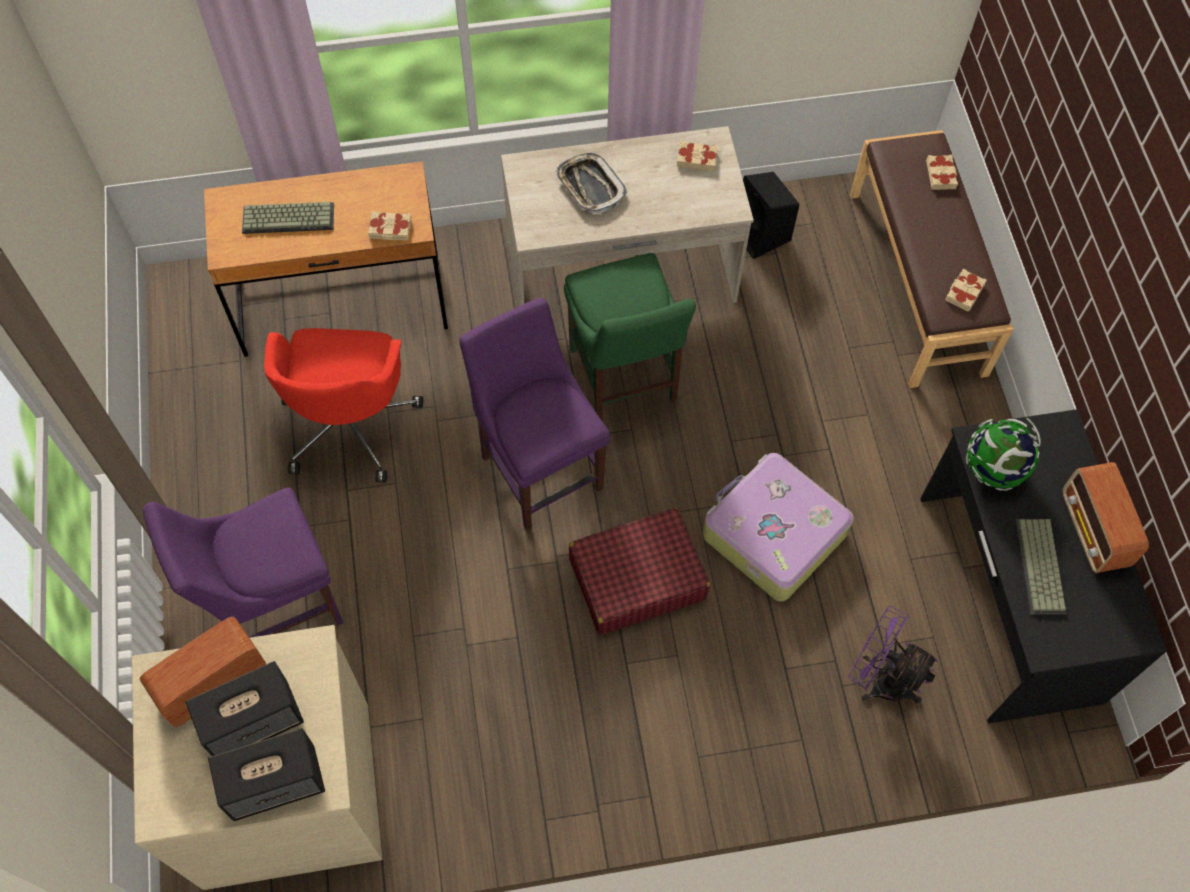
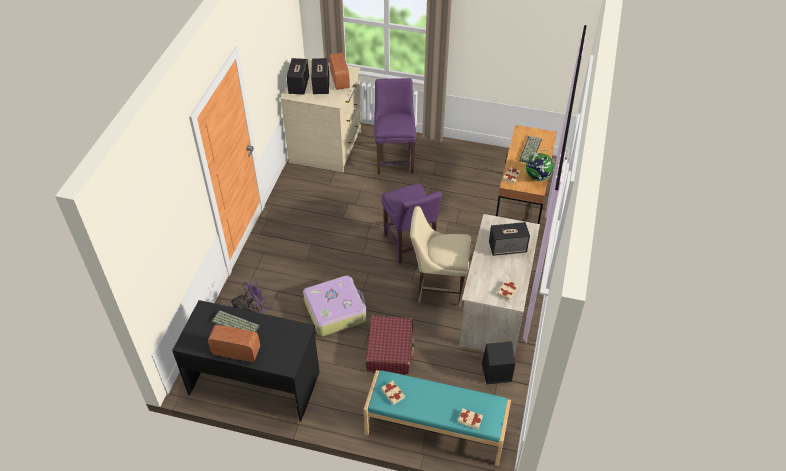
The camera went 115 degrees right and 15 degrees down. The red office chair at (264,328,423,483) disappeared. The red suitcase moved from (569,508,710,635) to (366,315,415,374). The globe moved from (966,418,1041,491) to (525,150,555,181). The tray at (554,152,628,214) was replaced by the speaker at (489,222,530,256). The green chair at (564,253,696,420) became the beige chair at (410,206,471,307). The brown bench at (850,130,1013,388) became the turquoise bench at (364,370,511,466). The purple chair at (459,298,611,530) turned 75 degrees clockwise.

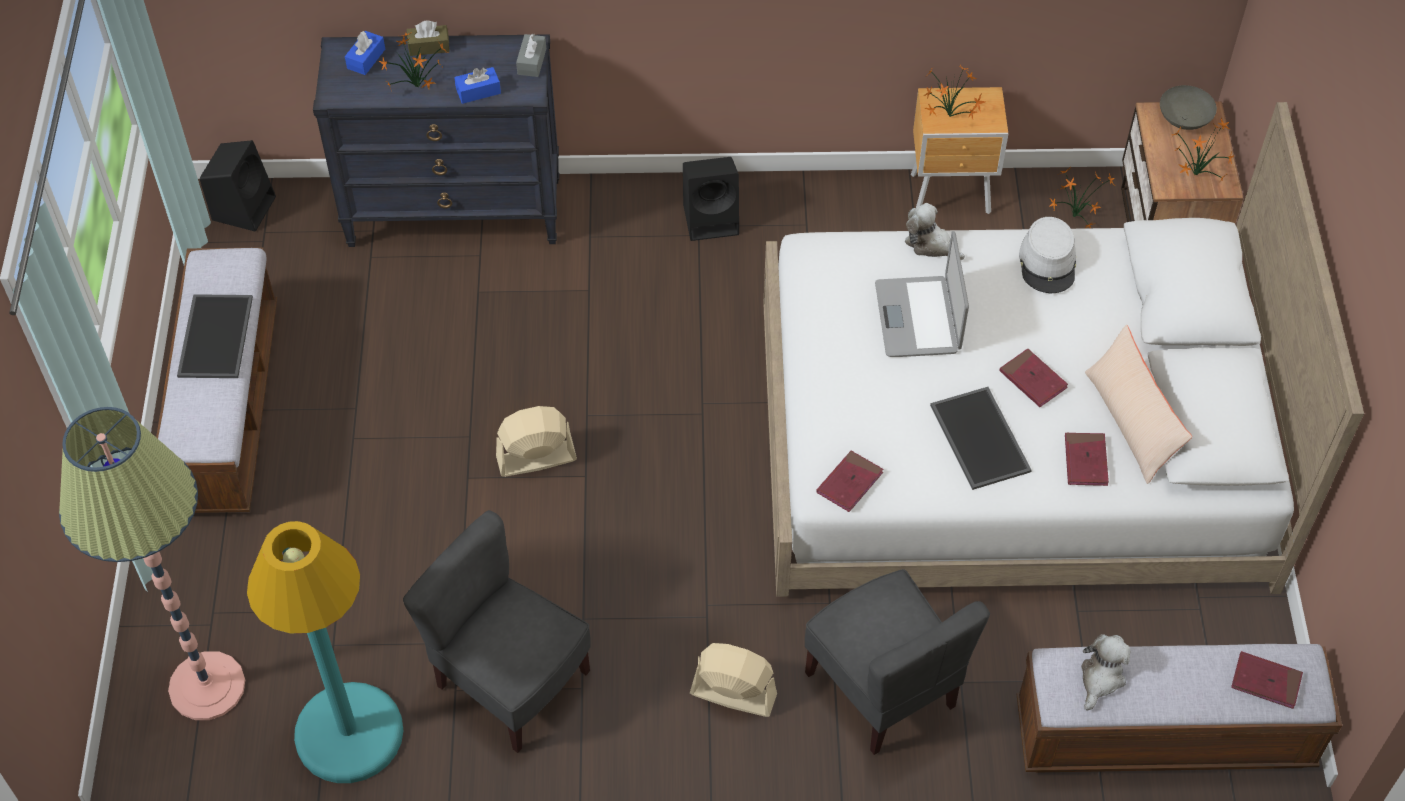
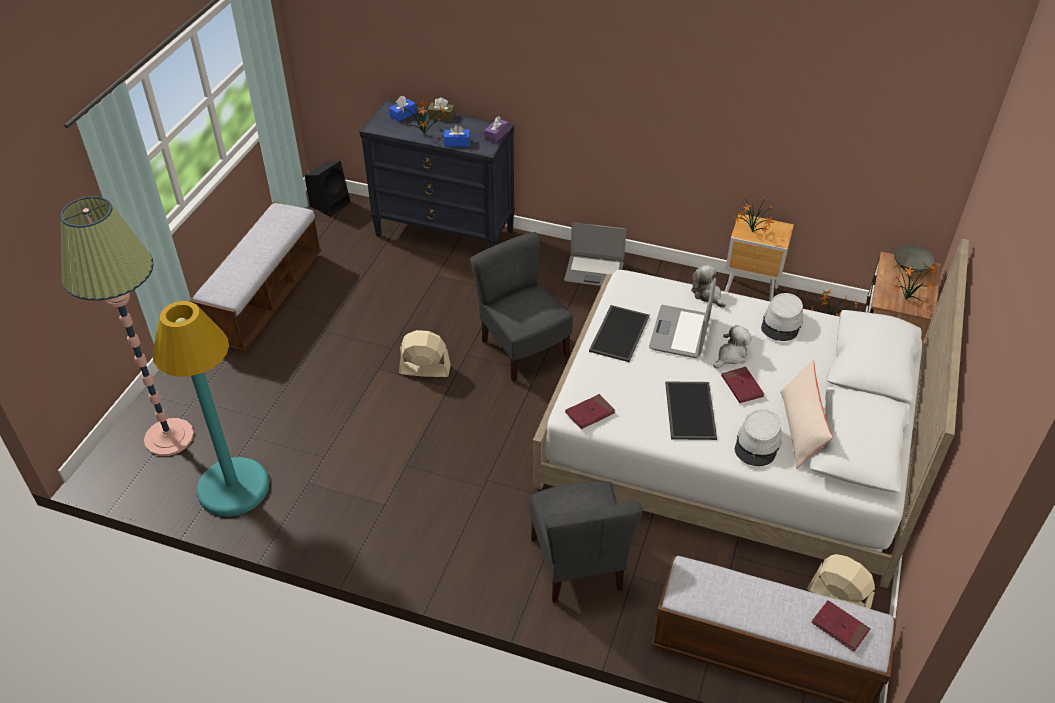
The camera went 20 degrees right and 10 degrees down. The tray moved from (177,294,253,378) to (589,305,650,362). The grey chair moved from (403,510,591,753) to (470,232,573,382). The beige fan moved from (690,643,777,717) to (807,554,875,609). The plush toy moved from (1081,634,1131,711) to (713,325,752,368). The black speaker at (683,157,739,241) was replaced by the laptop at (564,222,626,286). The red book at (1065,433,1109,486) was replaced by the grey hat at (735,409,781,466). The grey tissue box at (516,34,546,77) became the purple tissue box at (484,116,508,143).

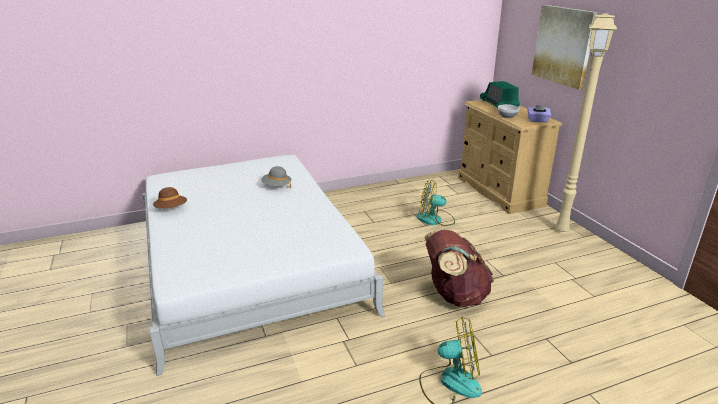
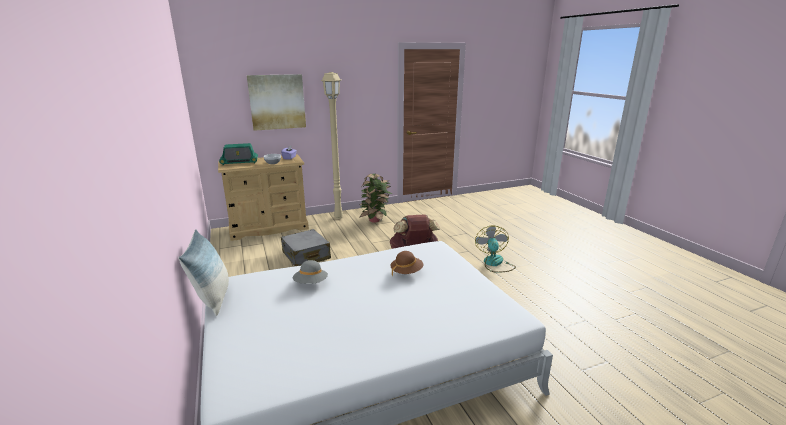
The camera went 90 degrees left and 5 degrees down. The pillow at (178,229,229,316) appeared. The potted plant at (359,174,392,222) appeared. The brown hat moved from (153,187,187,209) to (390,251,424,276). The fan at (417,180,455,226) was replaced by the grey suitcase at (281,229,331,266).

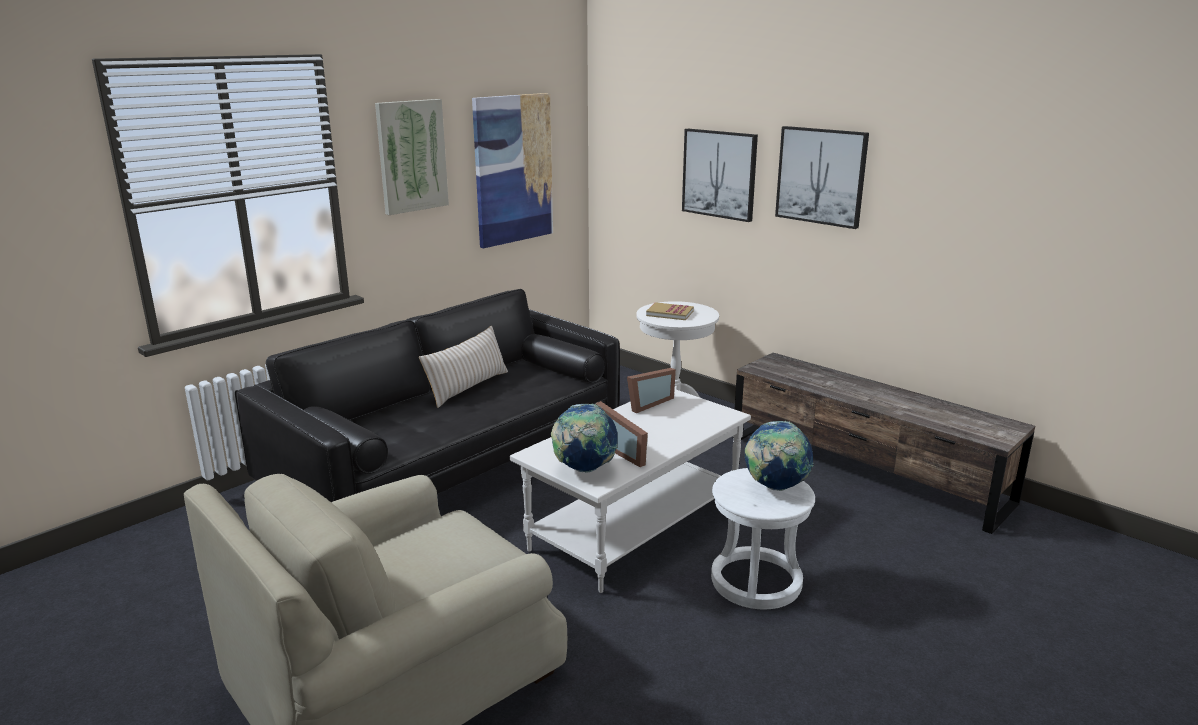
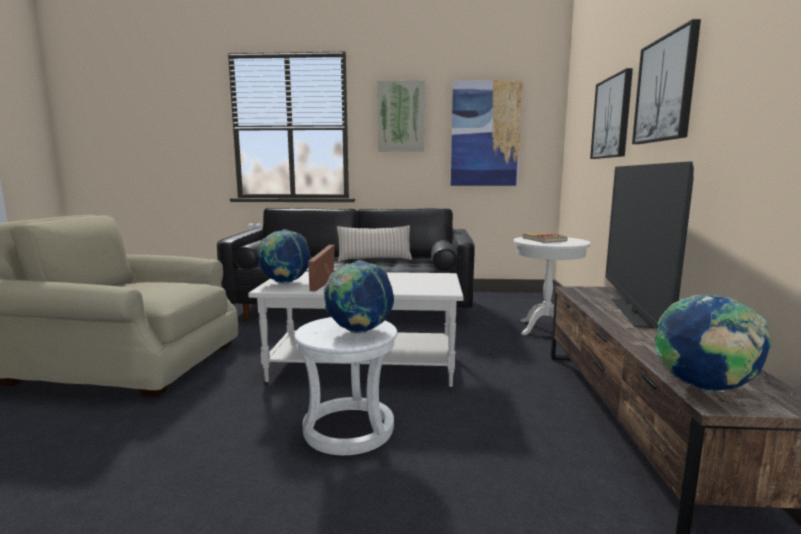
The camera went 50 degrees right and 10 degrees down. The picture frame at (627,368,676,413) disappeared. The television at (605,161,694,329) appeared. The globe at (654,294,772,392) appeared.

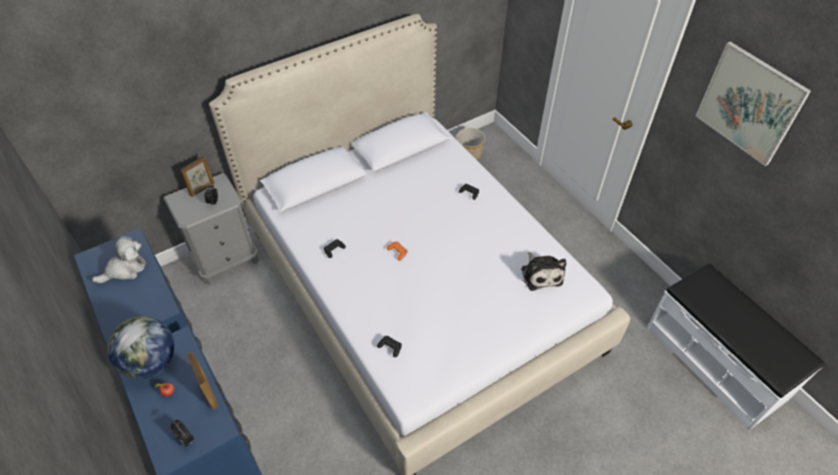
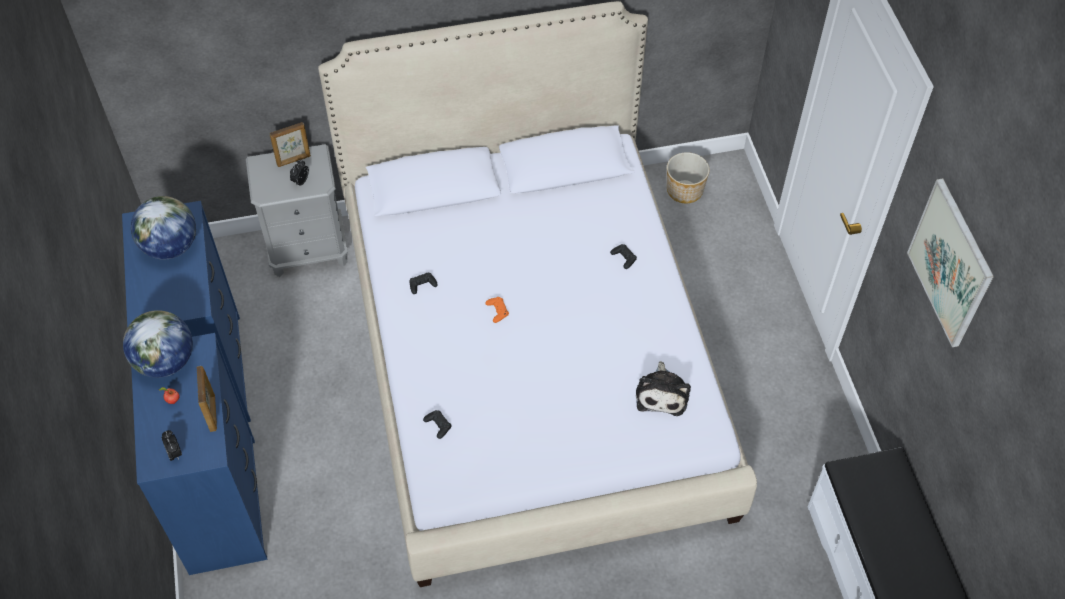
The camera went 20 degrees right and 5 degrees up. The plush toy at (92,236,147,283) was replaced by the globe at (131,196,196,259).

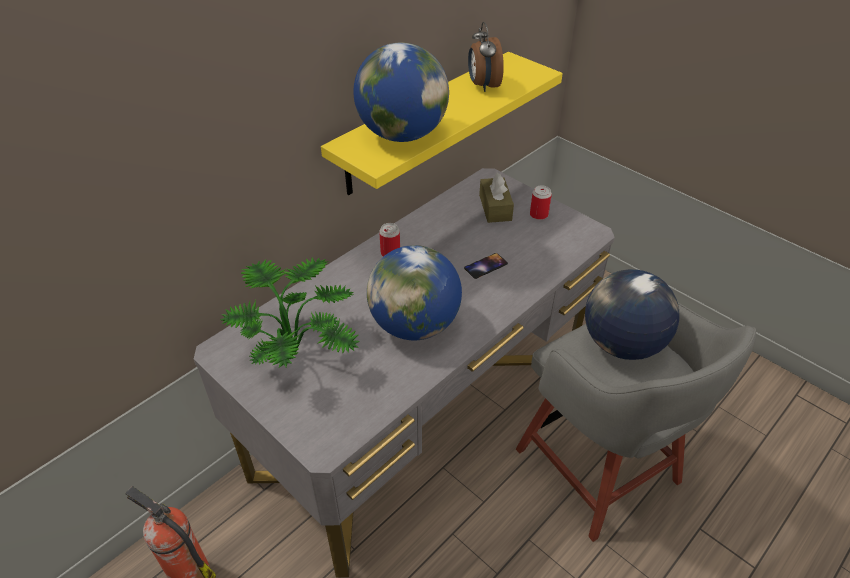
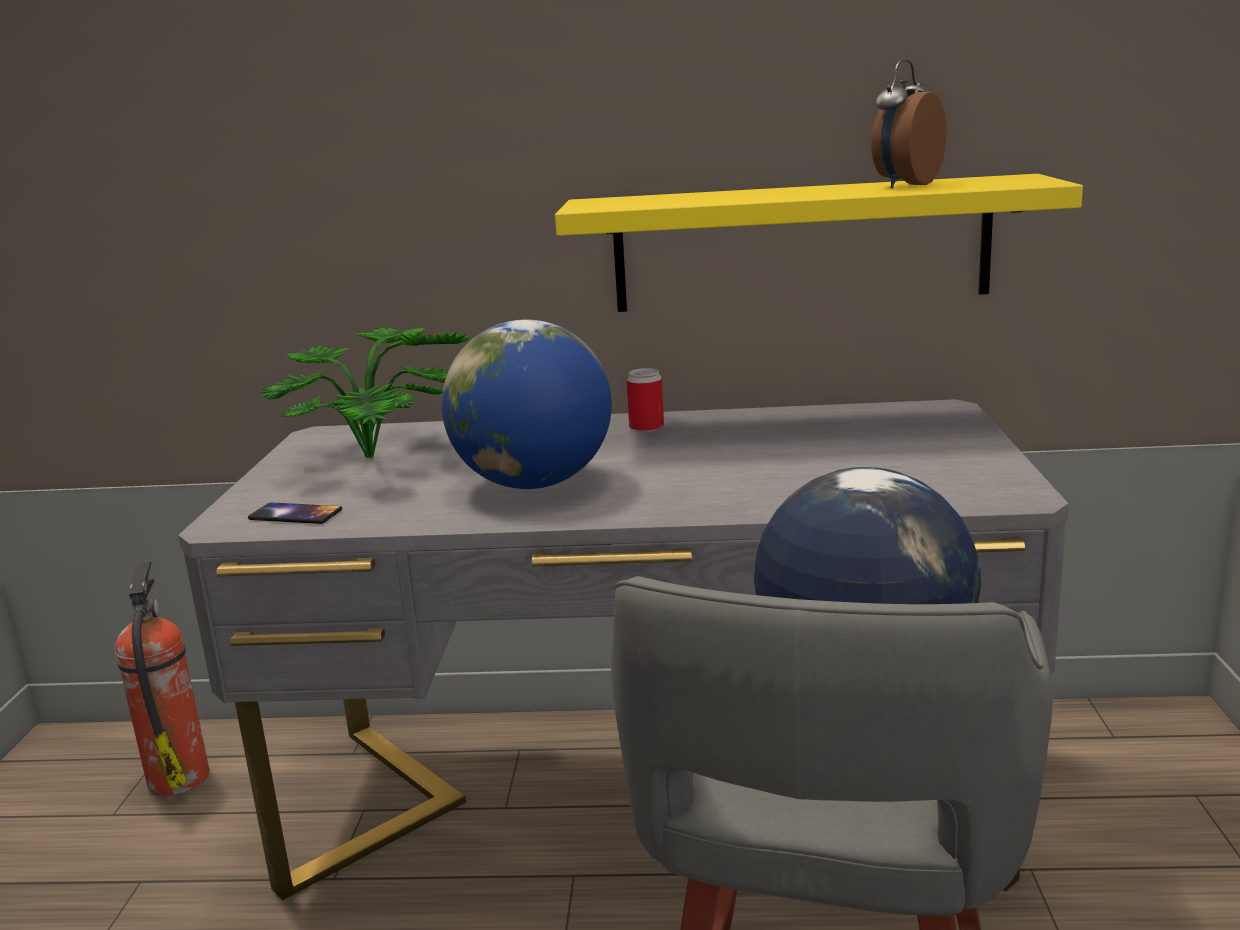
The camera went 50 degrees right and 25 degrees down. The globe at (353,42,449,142) disappeared. The brown tissue box at (479,173,514,223) disappeared. The can at (530,185,552,220) disappeared. The phone moved from (464,253,508,279) to (248,502,342,524).

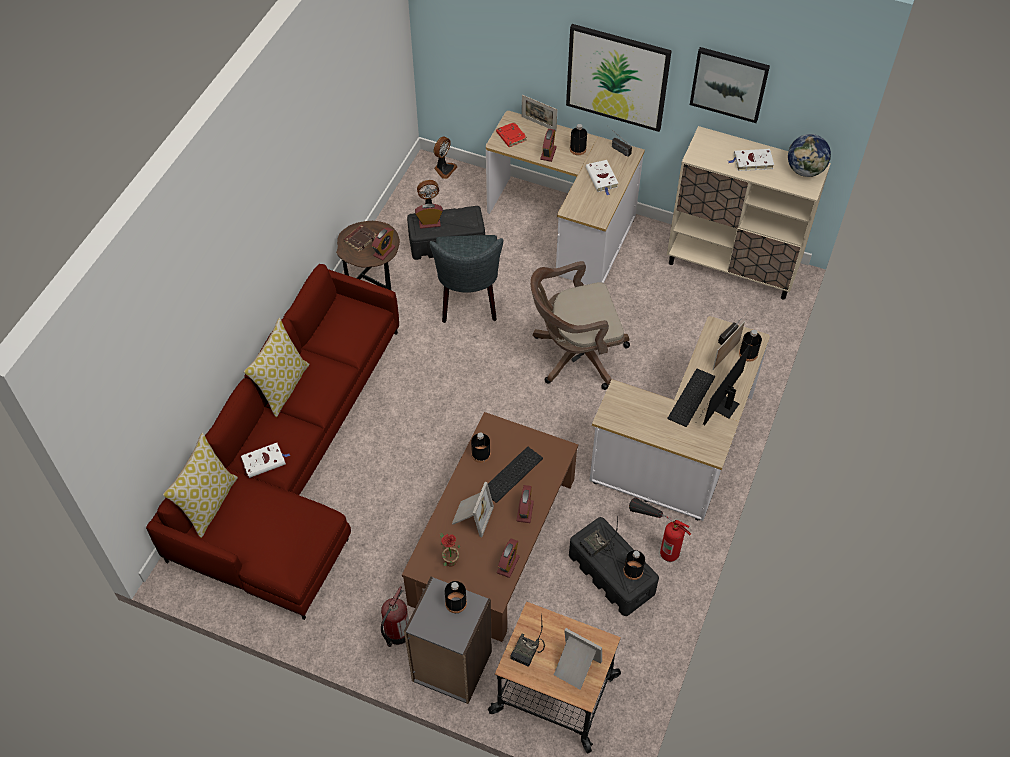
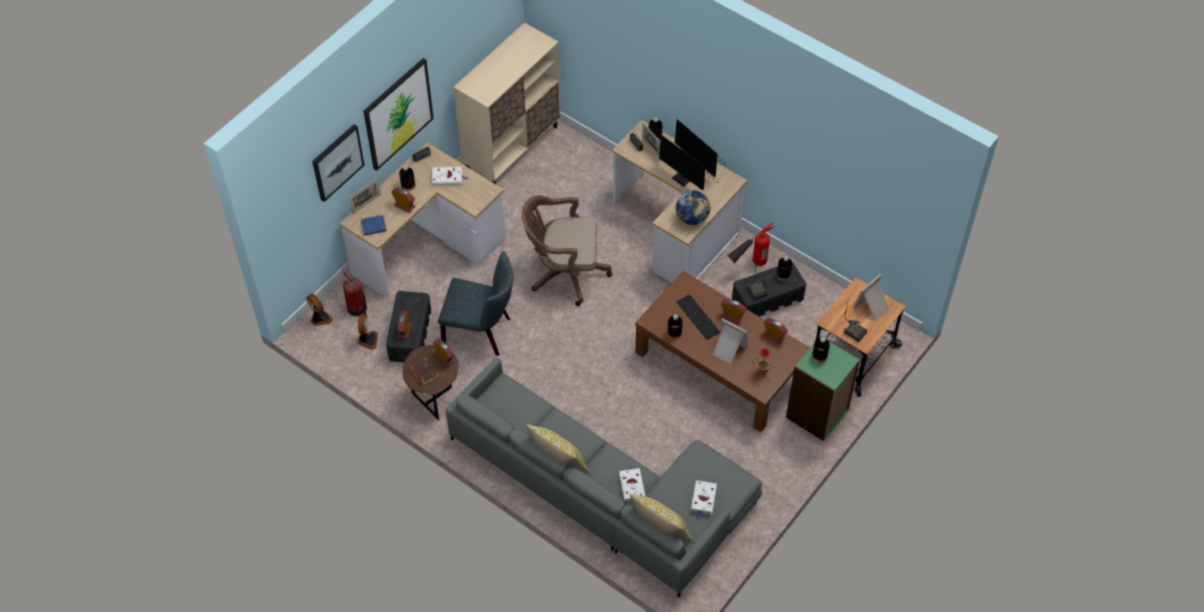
The camera went 75 degrees left and 0 degrees up. The fire extinguisher moved from (381,586,409,647) to (342,269,367,316). The picture moved from (690,47,770,123) to (312,124,365,202). The white book moved from (728,149,774,171) to (691,480,717,519). The globe moved from (788,134,831,177) to (676,190,710,225). The keyboard at (668,369,715,427) was replaced by the monitor at (659,135,719,190). The red sofa at (146,264,399,620) became the grey sofa at (446,358,762,597). The grey bookcase at (404,577,492,704) became the green bookcase at (786,335,860,441). The red book at (496,122,527,147) became the blue book at (361,215,386,236). The brown office chair at (530,261,630,390) turned 90 degrees clockwise.

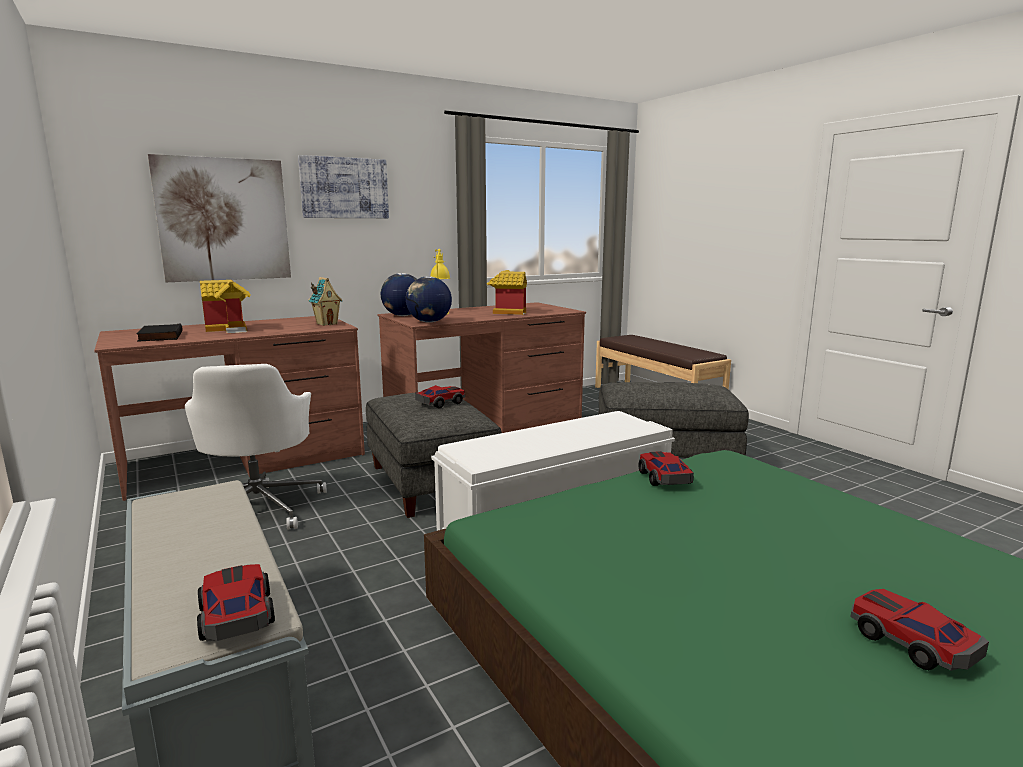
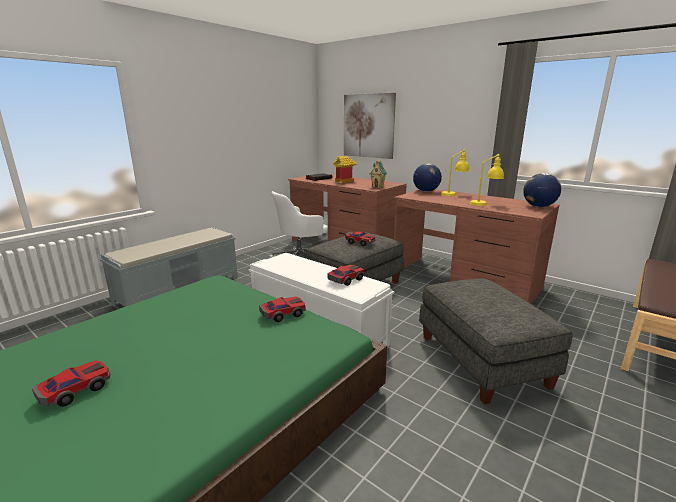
The camera went 70 degrees right and 5 degrees up. The picture at (298,155,389,218) disappeared. The toy car moved from (197,564,275,642) to (328,265,364,286). The globe moved from (406,276,452,323) to (523,173,561,207). The toy house at (487,270,527,315) was replaced by the yellow table lamp at (470,154,504,206).

